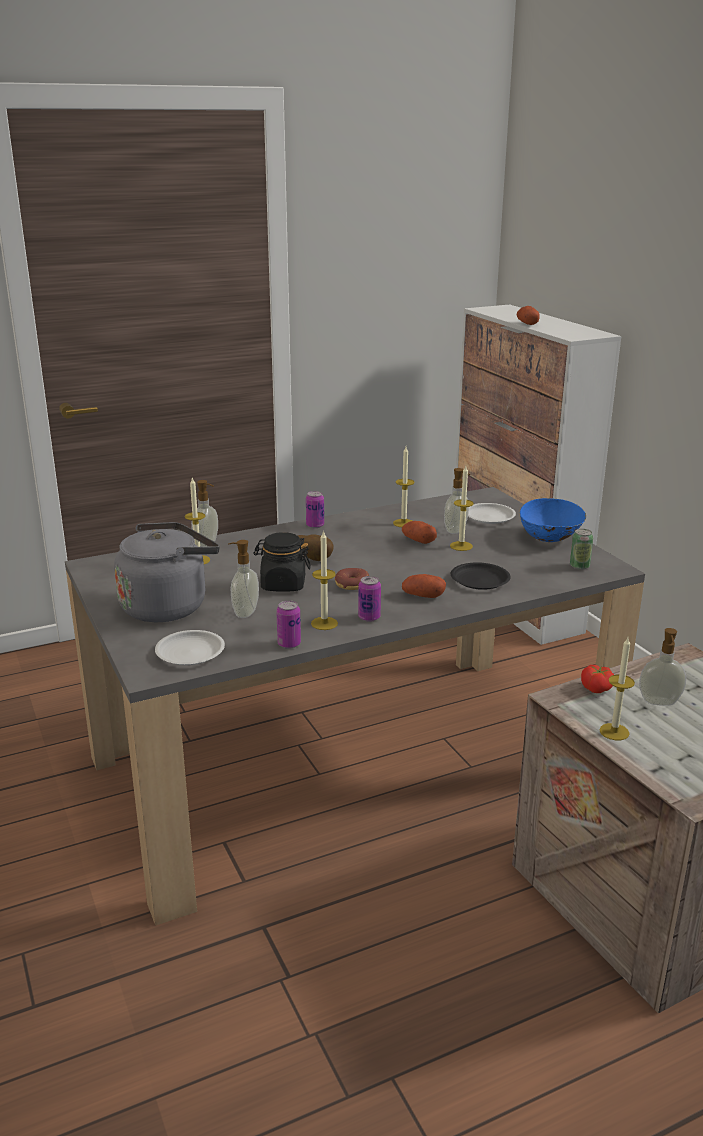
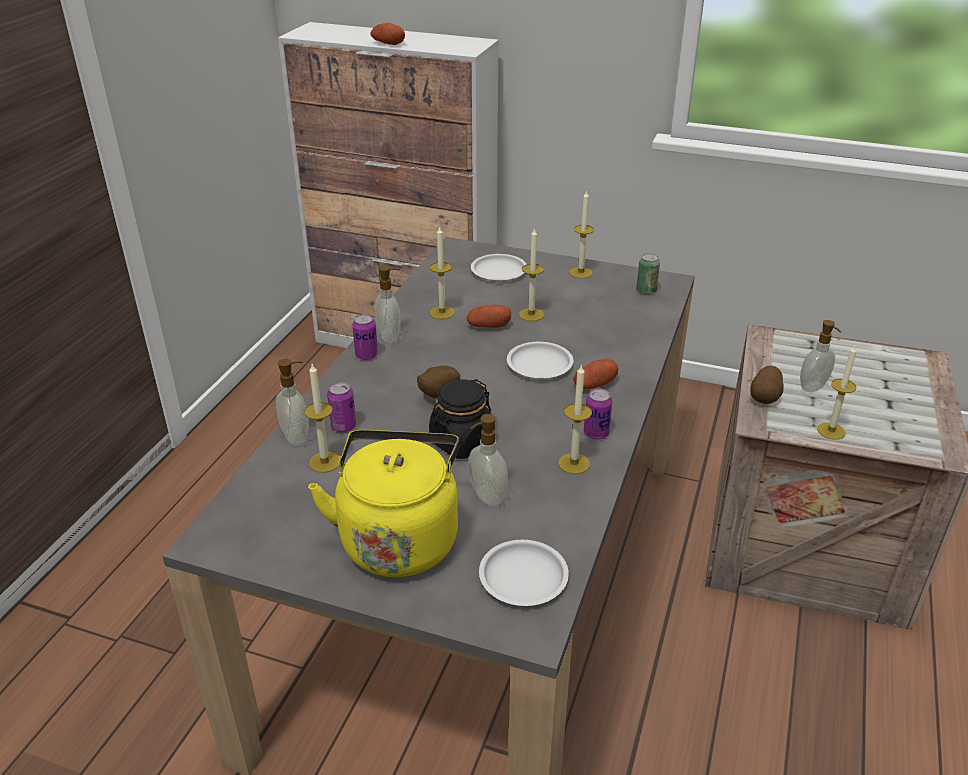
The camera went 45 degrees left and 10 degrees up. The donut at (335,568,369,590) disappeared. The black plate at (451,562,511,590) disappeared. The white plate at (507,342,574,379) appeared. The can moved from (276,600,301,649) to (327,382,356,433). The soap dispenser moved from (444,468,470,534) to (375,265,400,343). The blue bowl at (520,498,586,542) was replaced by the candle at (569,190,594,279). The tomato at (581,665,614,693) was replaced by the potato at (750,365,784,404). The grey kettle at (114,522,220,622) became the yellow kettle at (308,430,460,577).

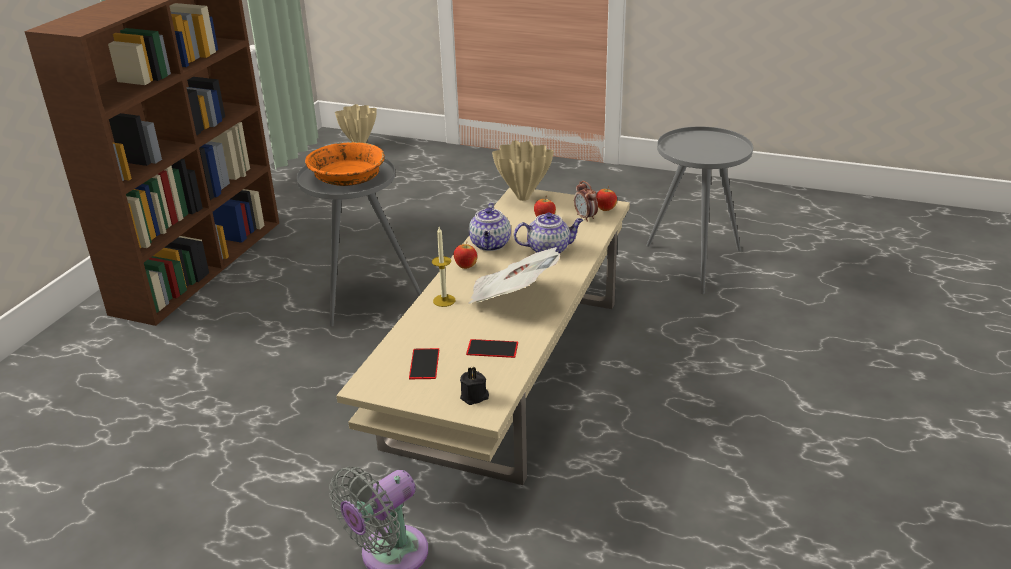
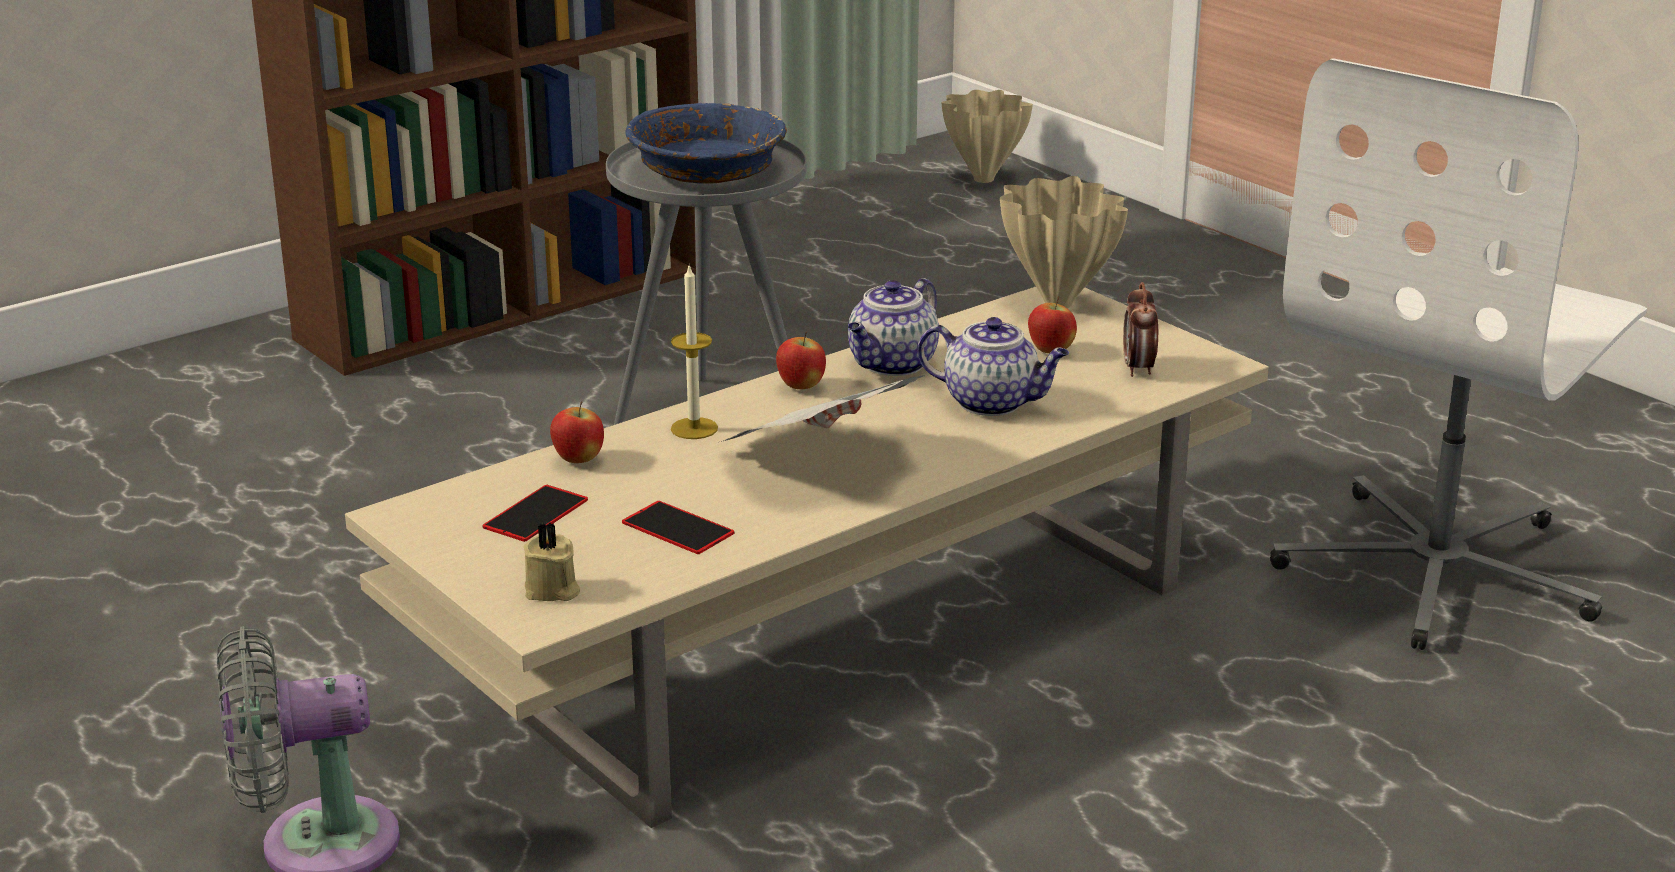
The camera went 30 degrees right and 5 degrees down. The apple moved from (596,186,617,211) to (550,402,604,463). The grey side table at (646,127,753,294) was replaced by the white office chair at (1270,58,1647,650). The orange bowl at (305,142,385,186) became the blue bowl at (625,103,787,184). The black candle at (460,366,489,405) became the beige candle at (524,522,580,601).

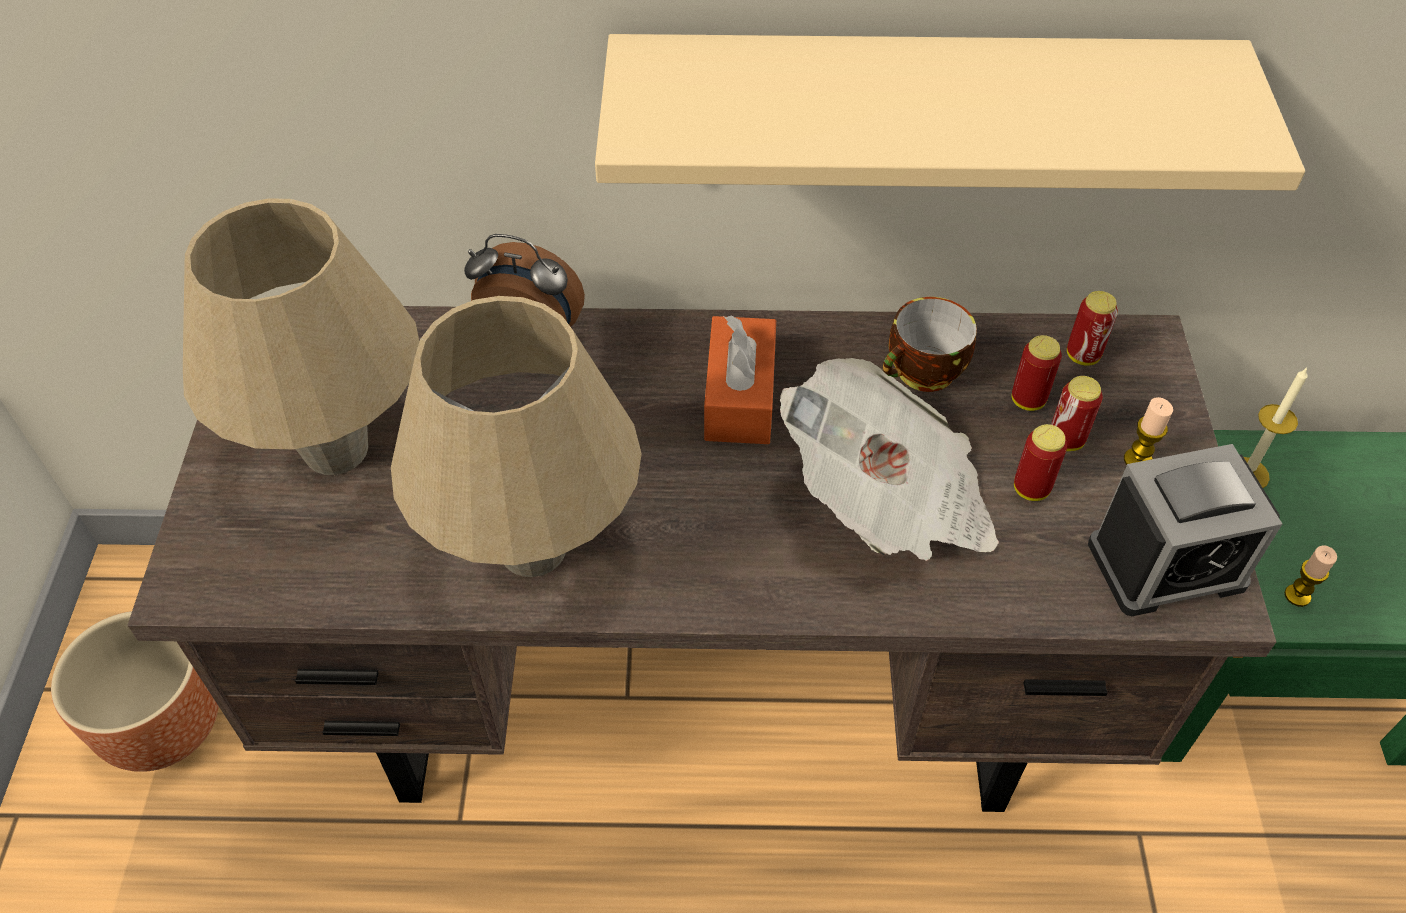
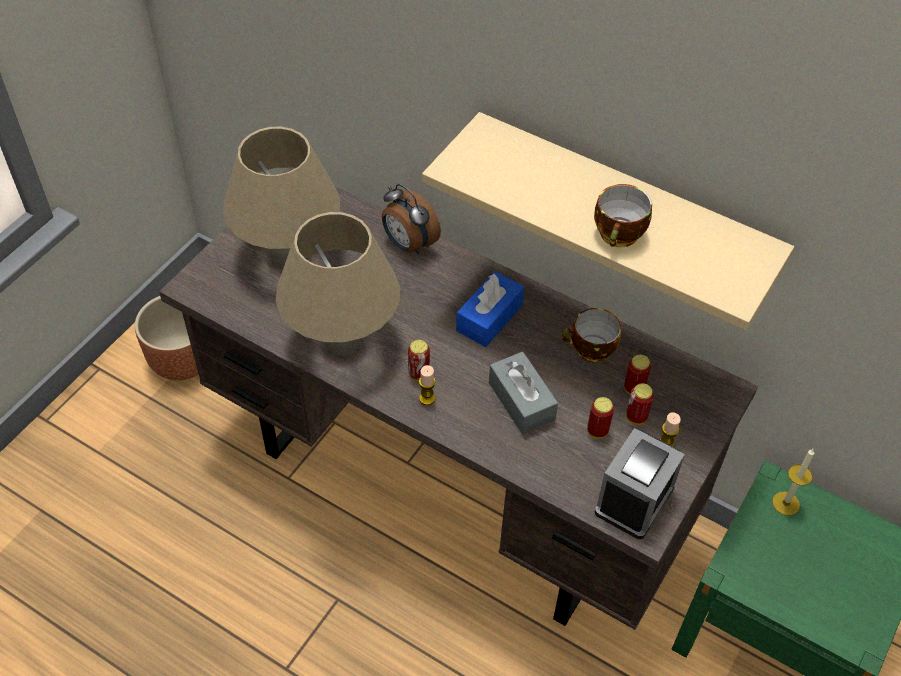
The camera went 30 degrees right and 0 degrees up. The cup at (594,184,652,247) appeared. The can moved from (1067,291,1118,366) to (408,340,430,381). The candle moved from (1284,545,1337,607) to (419,365,436,405). The newspaper at (780,358,999,561) was replaced by the grey tissue box at (489,352,558,435). The orange tissue box at (704,315,776,444) became the blue tissue box at (456,271,524,347). The alarm clock at (1088,444,1282,616) turned 75 degrees counterclockwise.

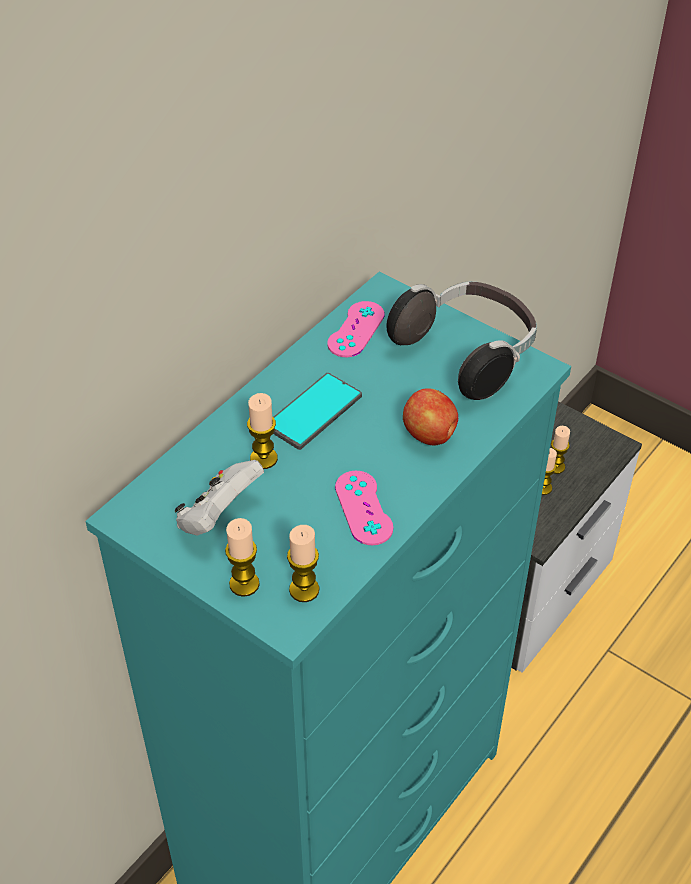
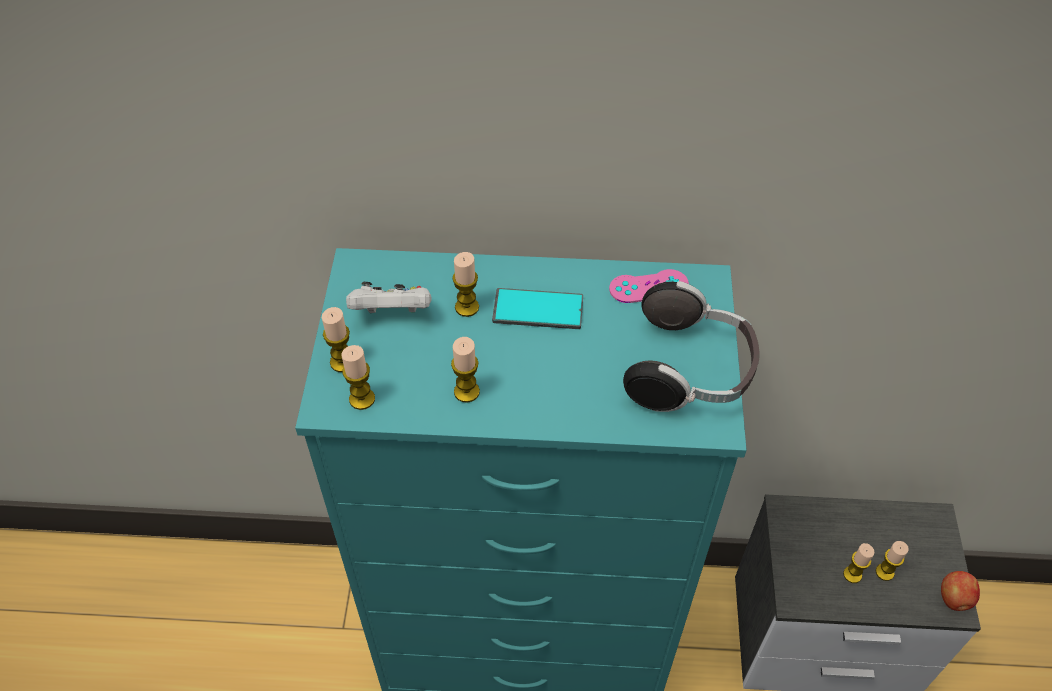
The camera went 55 degrees right and 5 degrees up. The apple moved from (403,388,458,446) to (941,571,980,611). The pink game controller at (335,471,393,545) was replaced by the candle at (451,337,480,403).

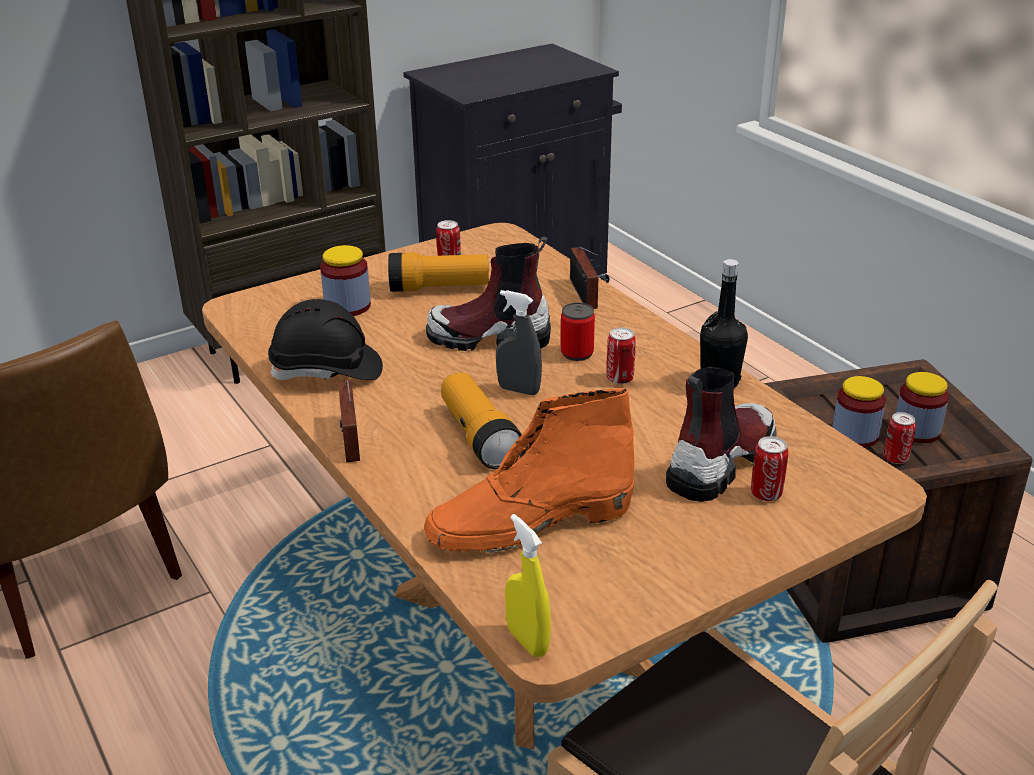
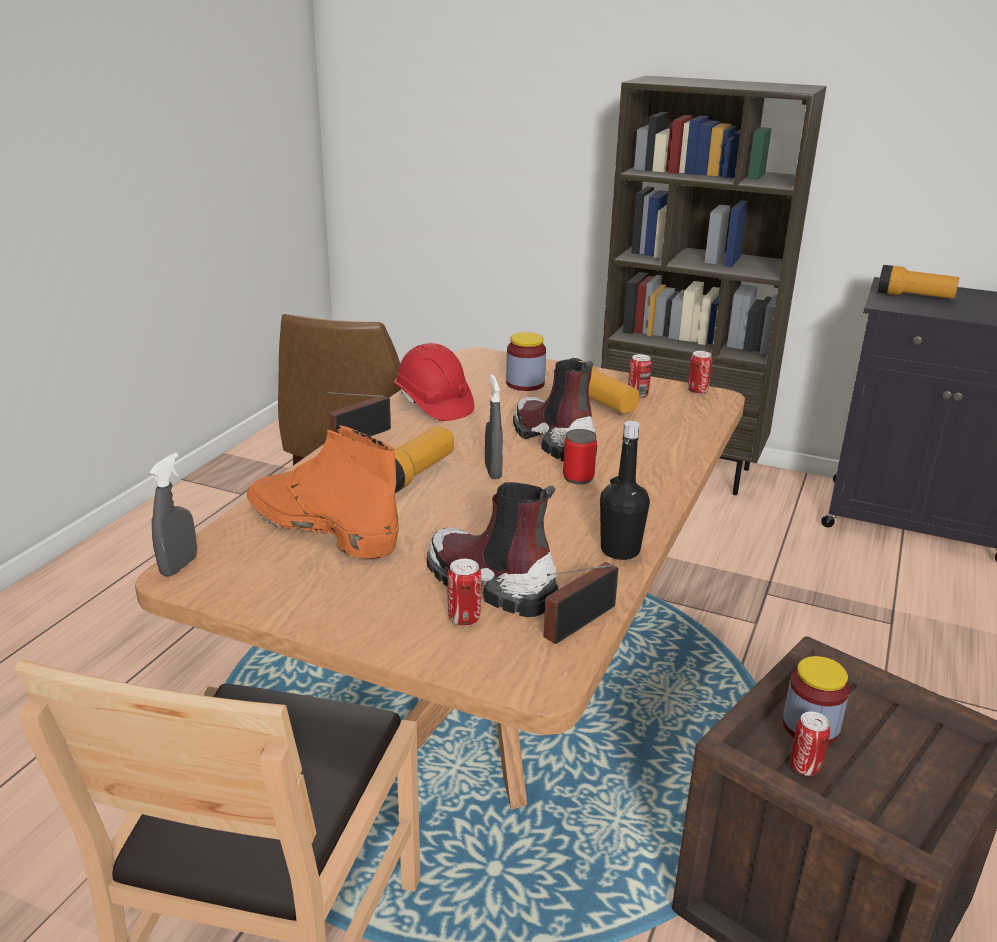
The camera went 55 degrees right and 5 degrees down. The jar at (896,372,949,443) disappeared. The flashlight at (877,265,959,299) appeared. The radio moved from (570,246,599,309) to (544,562,618,644). The can moved from (607,327,636,384) to (688,351,712,394). The black hard hat at (268,299,383,380) became the red hard hat at (394,343,474,421). The yellow spray bottle at (505,514,551,657) became the grey spray bottle at (149,453,197,577). The boot at (666,367,777,502) turned 150 degrees counterclockwise.

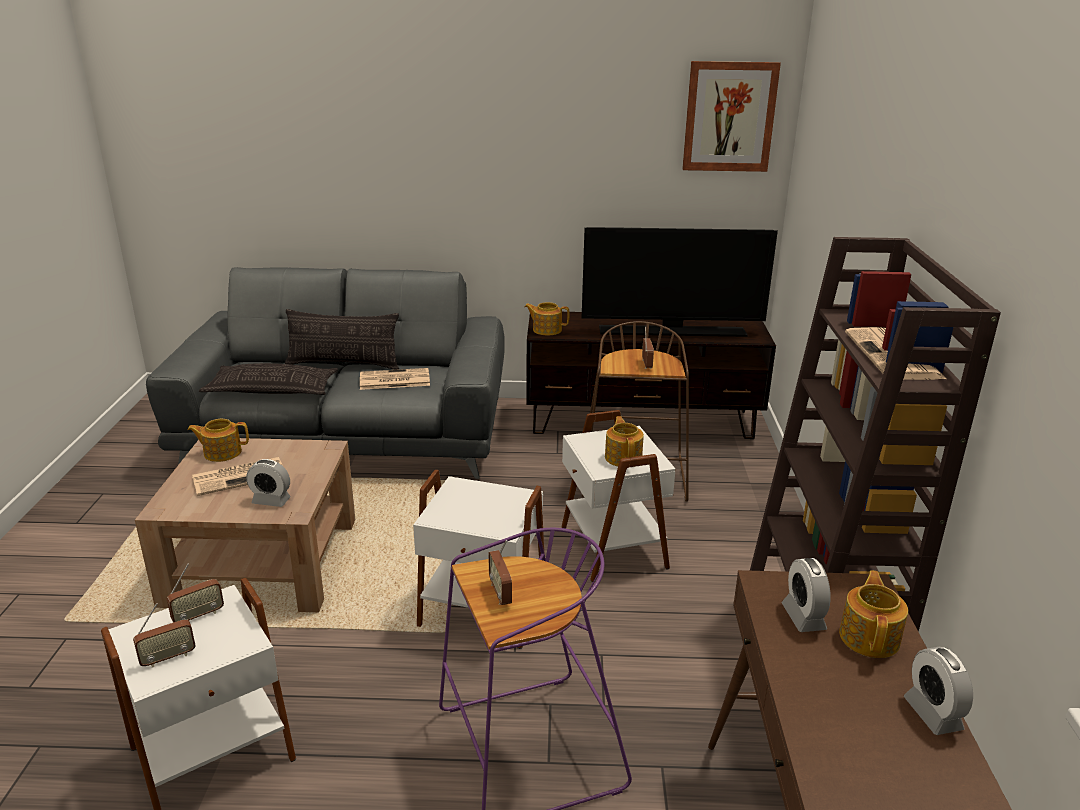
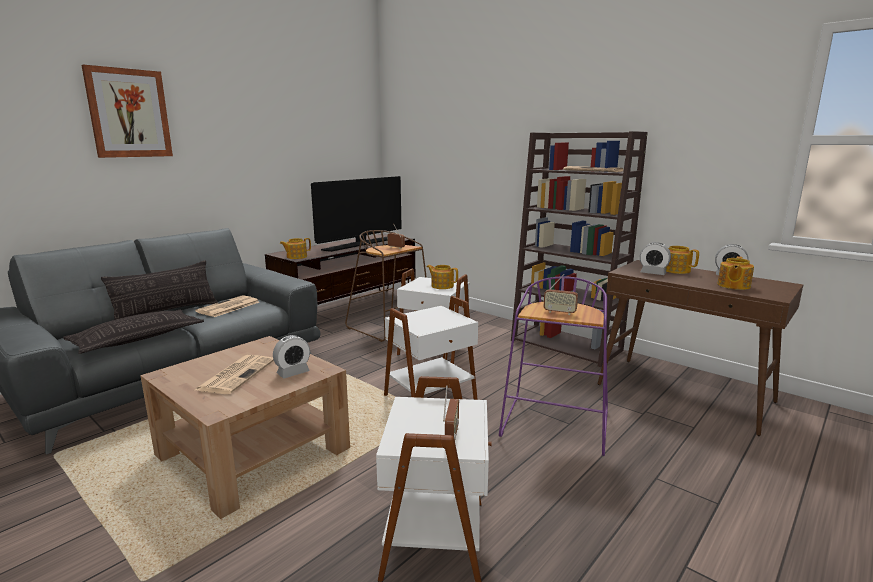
The camera went 50 degrees left and 10 degrees down. The radio at (167,564,224,622) disappeared. The teapot moved from (187,419,249,462) to (717,256,754,290). The picture moved from (682,61,781,172) to (81,65,173,158).

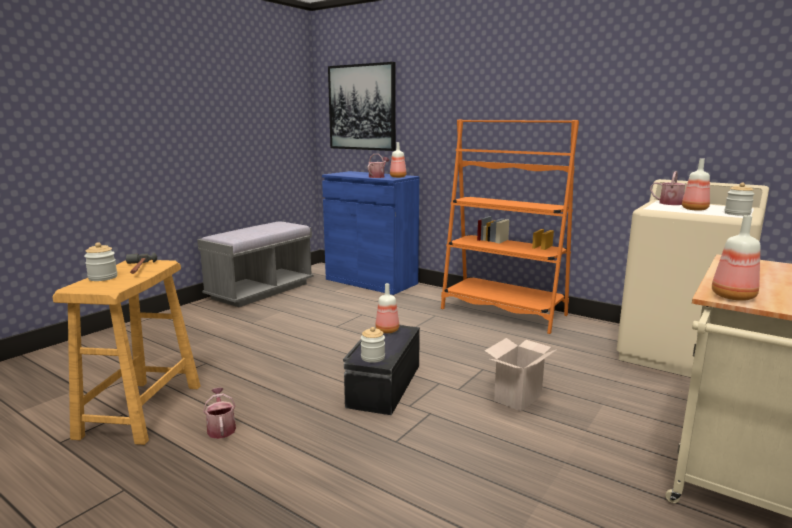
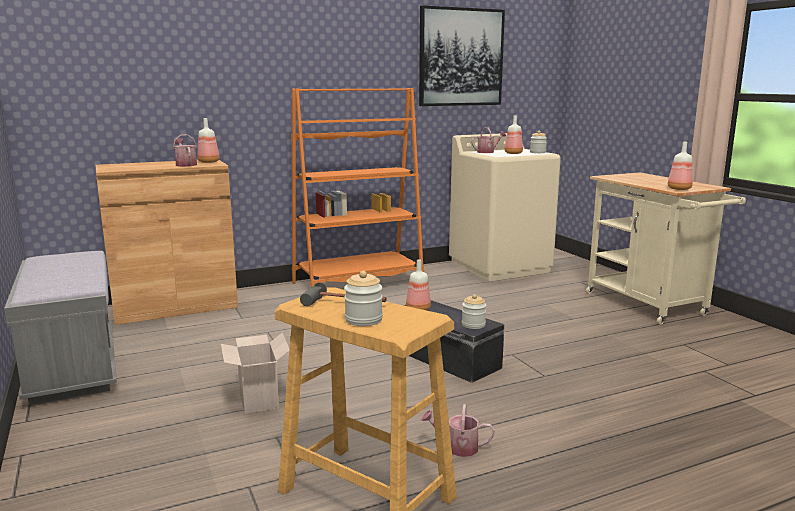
The camera went 60 degrees left and 0 degrees up. The picture moved from (328,62,396,151) to (419,6,505,106). The cardboard box moved from (485,338,557,412) to (221,333,290,414). The blue cabinet at (322,171,419,295) became the brown cabinet at (96,160,238,325).

